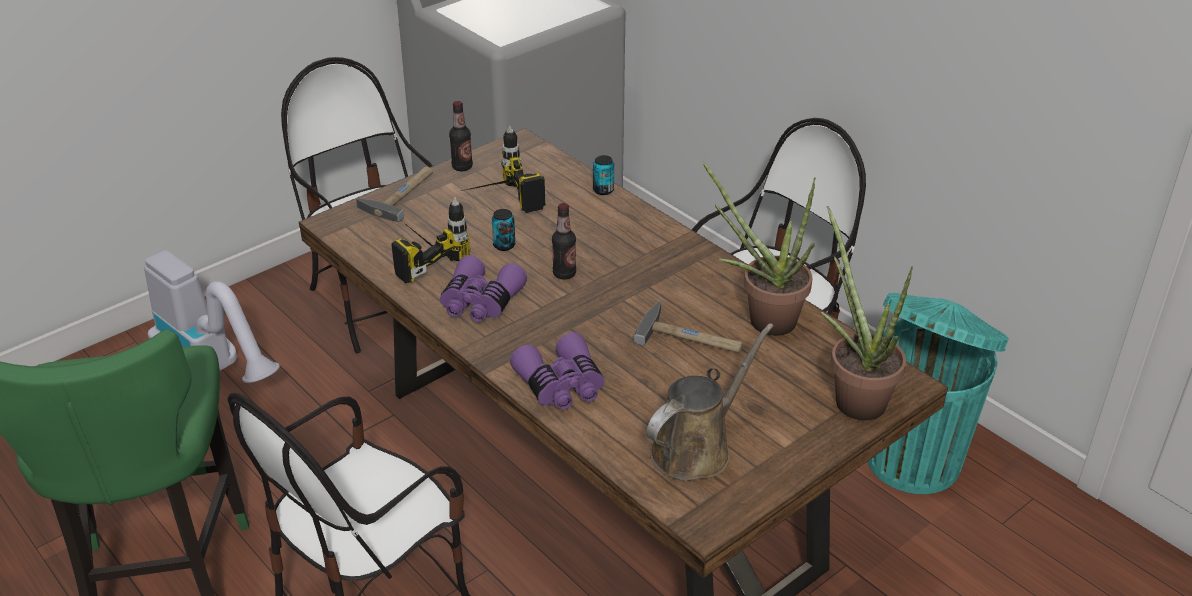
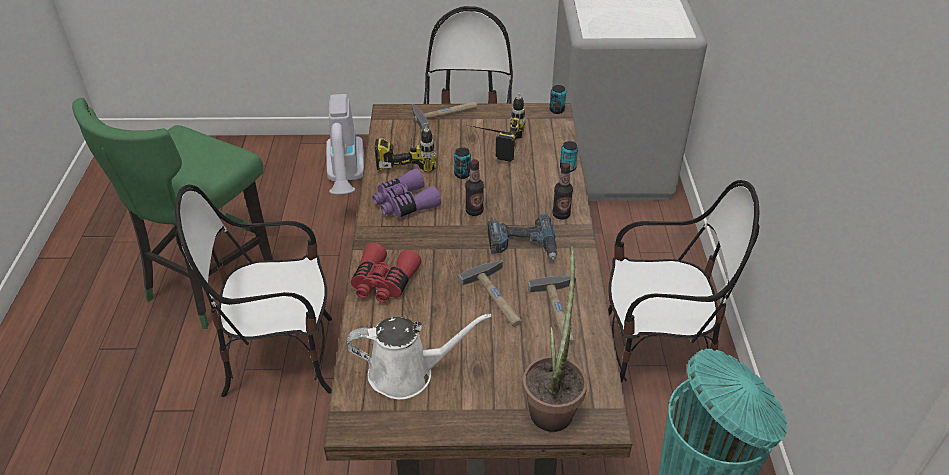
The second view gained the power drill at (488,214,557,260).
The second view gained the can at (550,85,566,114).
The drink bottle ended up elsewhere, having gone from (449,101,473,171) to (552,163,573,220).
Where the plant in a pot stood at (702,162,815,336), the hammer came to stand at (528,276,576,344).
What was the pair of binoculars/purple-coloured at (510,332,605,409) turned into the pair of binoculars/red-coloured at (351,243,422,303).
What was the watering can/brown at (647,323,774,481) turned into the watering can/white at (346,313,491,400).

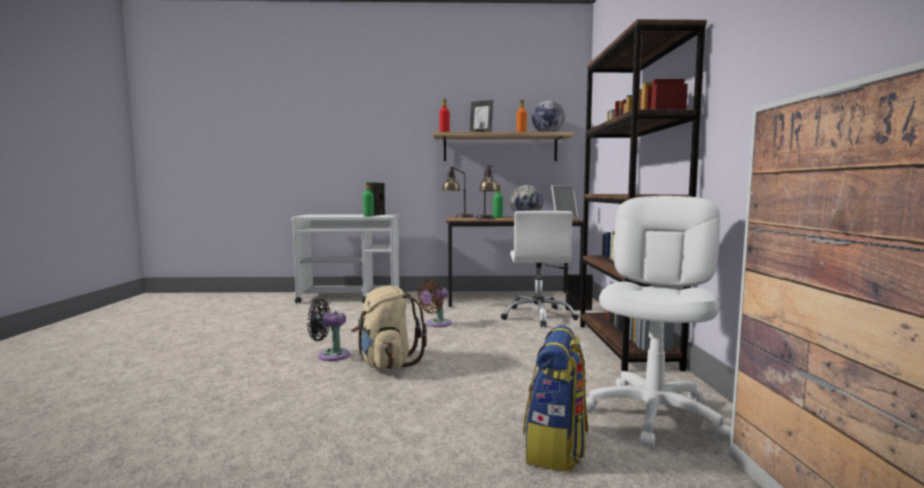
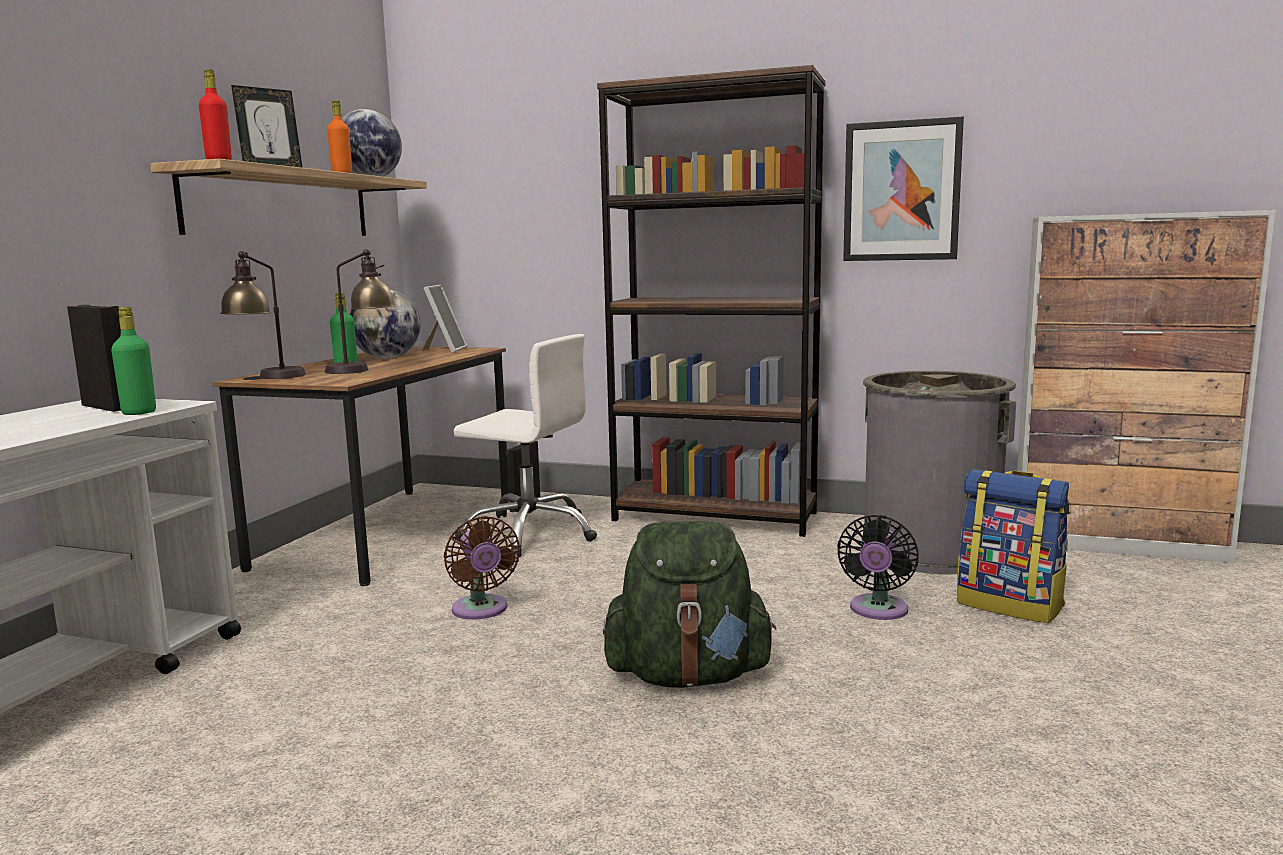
The second view gained the wall picture at (843,116,964,261).
The fan/black-coloured ended up elsewhere, having gone from (307,299,350,361) to (837,515,919,620).
Where the computer chair/white stood at (586,196,731,447), the rubbish bin/grey came to stand at (862,371,1016,574).
What was the knapsack/beige-coloured at (351,286,427,370) turned into the knapsack/greenish at (603,521,776,688).

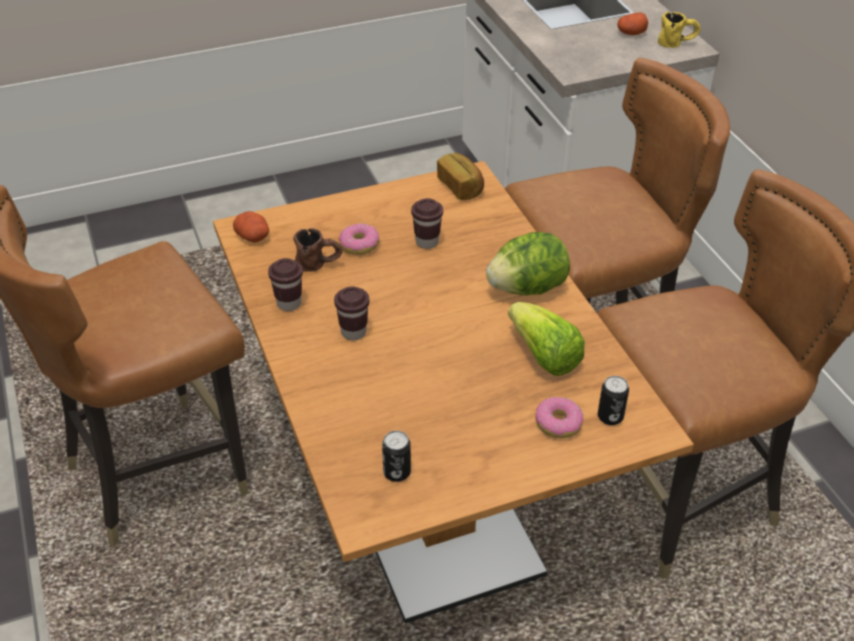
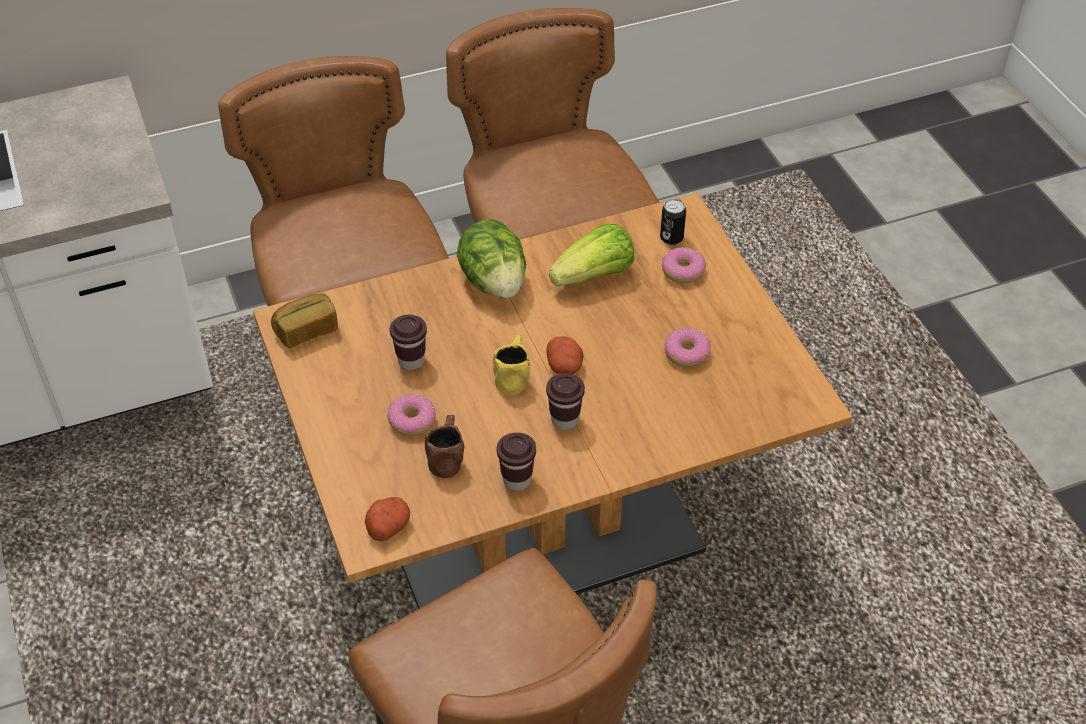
The second view lost the can at (382,431,411,482).
The second view gained the donut at (665,328,711,367).
The spud ended up elsewhere, having gone from (618,12,648,35) to (546,336,584,374).
The coffee mug/yellow-coloured ended up elsewhere, having gone from (658,12,701,48) to (493,335,530,395).

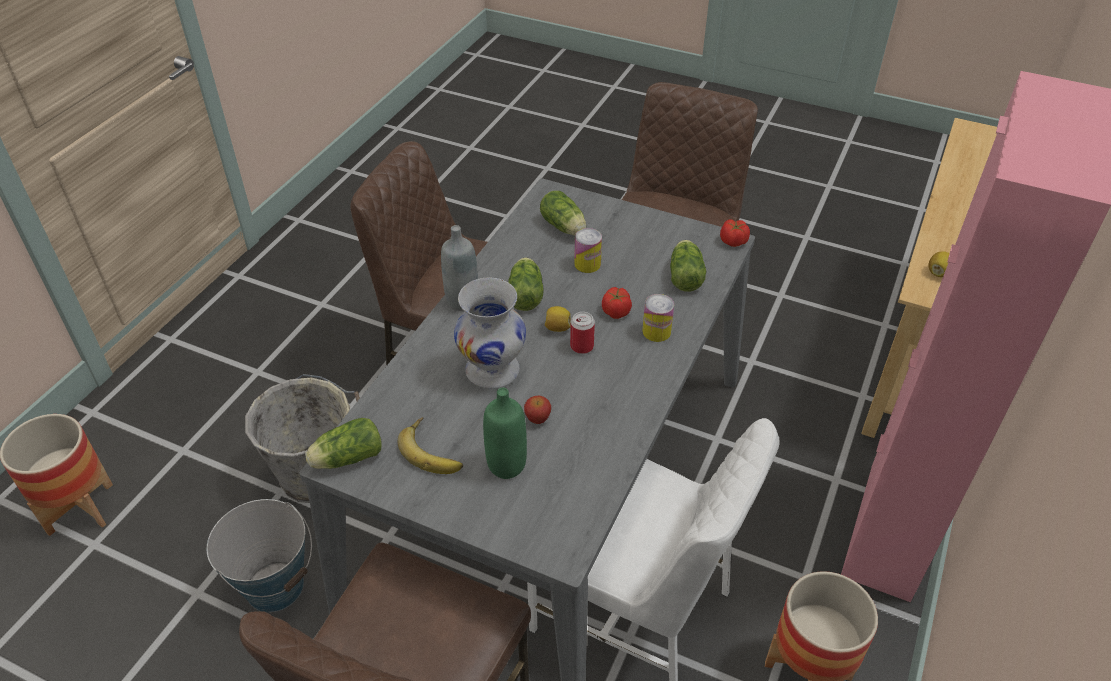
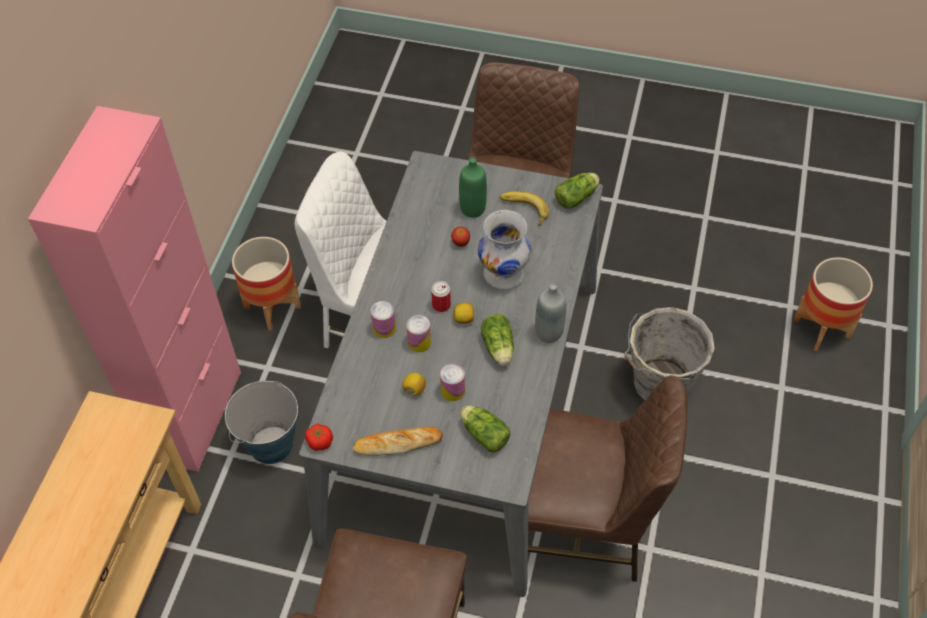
The second view lost the lettuce at (670,240,706,292).
The second view gained the bread at (353,427,443,456).
The bucket ended up elsewhere, having gone from (207,499,312,612) to (225,381,298,464).
The whole lemon ended up elsewhere, having gone from (928,251,950,277) to (402,373,426,396).
Where the whole tomato stood at (602,287,632,319), the can came to stand at (406,315,431,352).

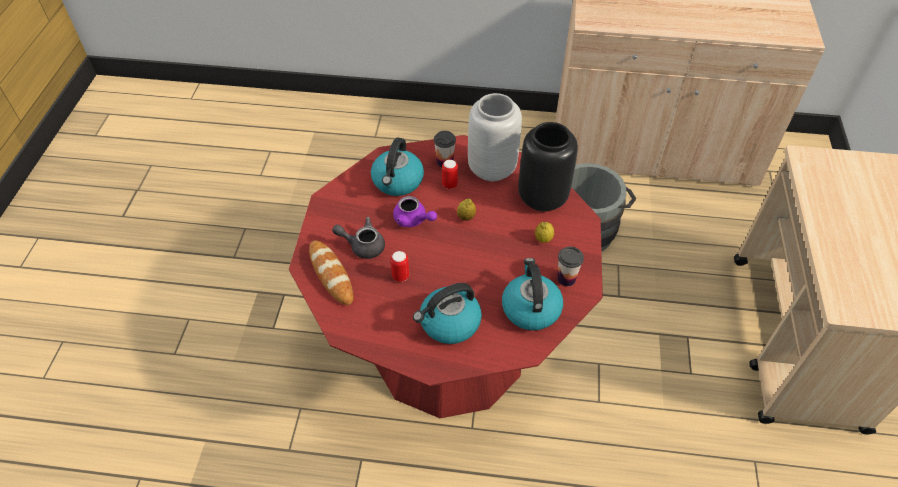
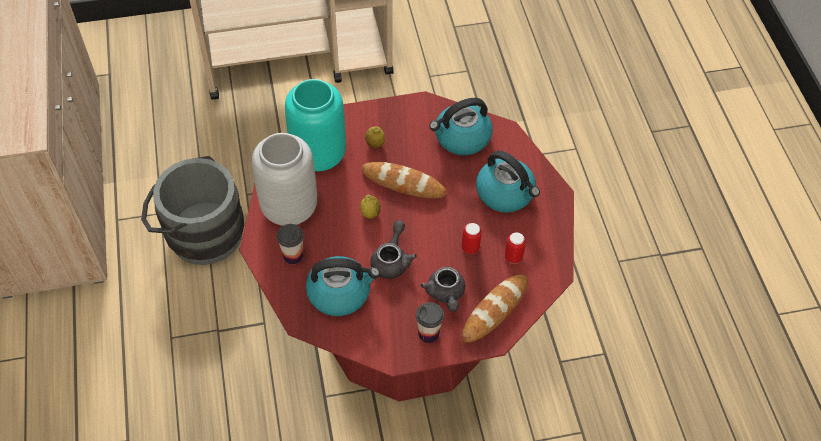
The second view gained the bread at (361,162,447,198).
The can ended up elsewhere, having gone from (442,160,458,189) to (505,232,526,264).
The cup ended up elsewhere, having gone from (557,246,584,286) to (416,302,444,343).
What was the pot for tea/purple-coloured at (393,196,437,227) turned into the pot for tea/grey at (371,220,417,279).
What was the flower vase/black-coloured at (518,122,578,211) turned into the flower vase/turquoise at (285,79,346,171).

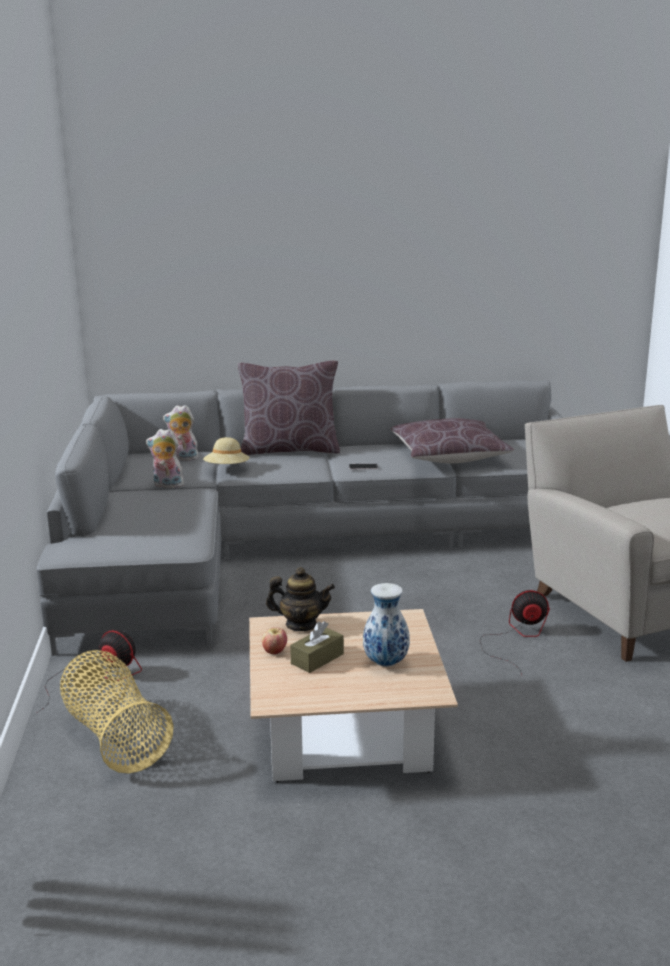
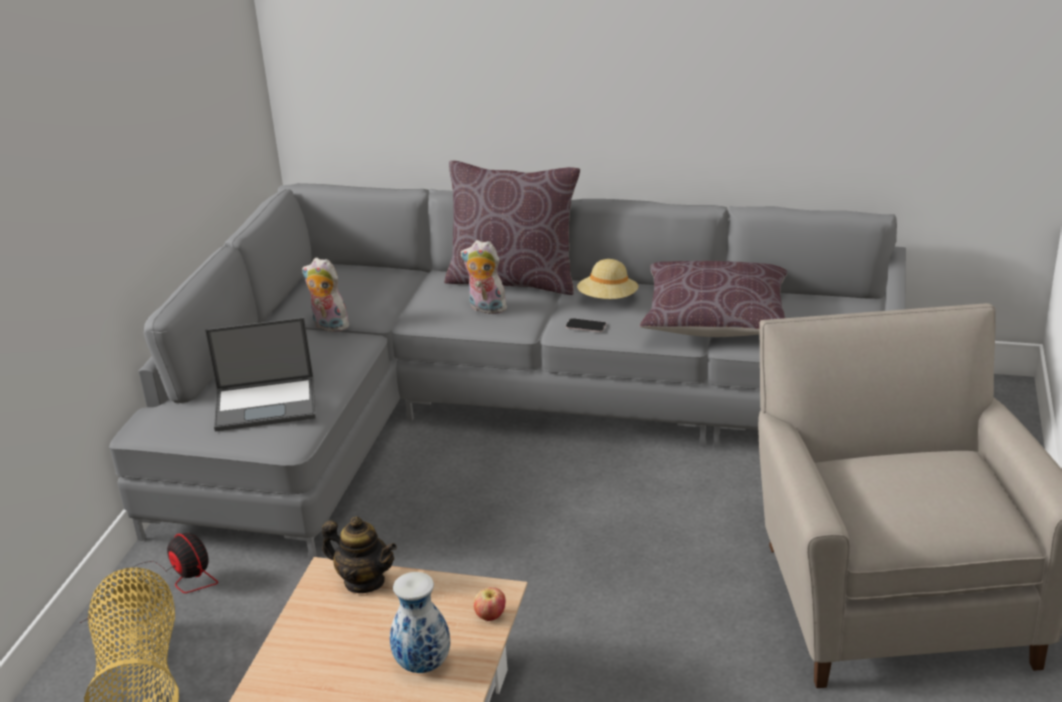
The second view lost the box of tissues/brown at (290,621,344,673).
The second view lost the fan at (480,590,550,675).
The second view gained the portable computer at (205,317,316,432).
The cuddly toy ended up elsewhere, having gone from (163,405,199,461) to (461,240,509,314).
The hat/beige-coloured ended up elsewhere, having gone from (203,437,250,464) to (577,259,638,299).
The apple ended up elsewhere, having gone from (262,627,287,654) to (474,587,506,621).

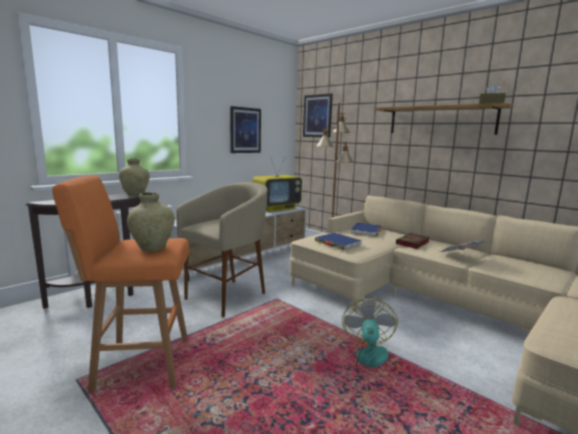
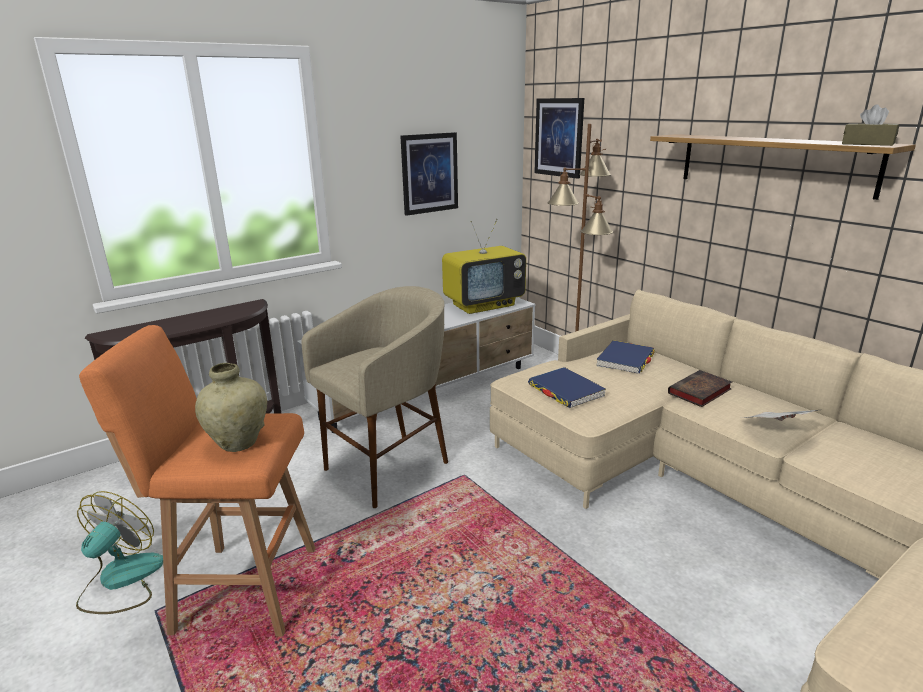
The second view lost the flower vase/beige-coloured at (119,158,150,195).
The fan ended up elsewhere, having gone from (342,298,398,380) to (76,491,163,614).

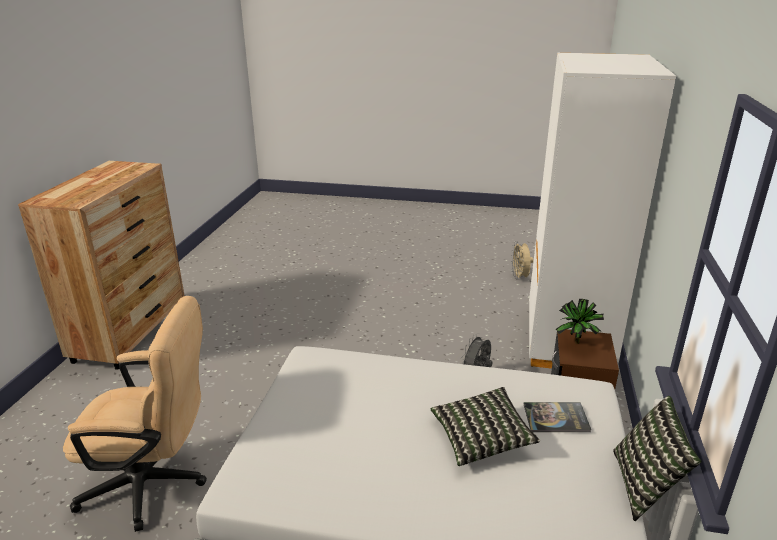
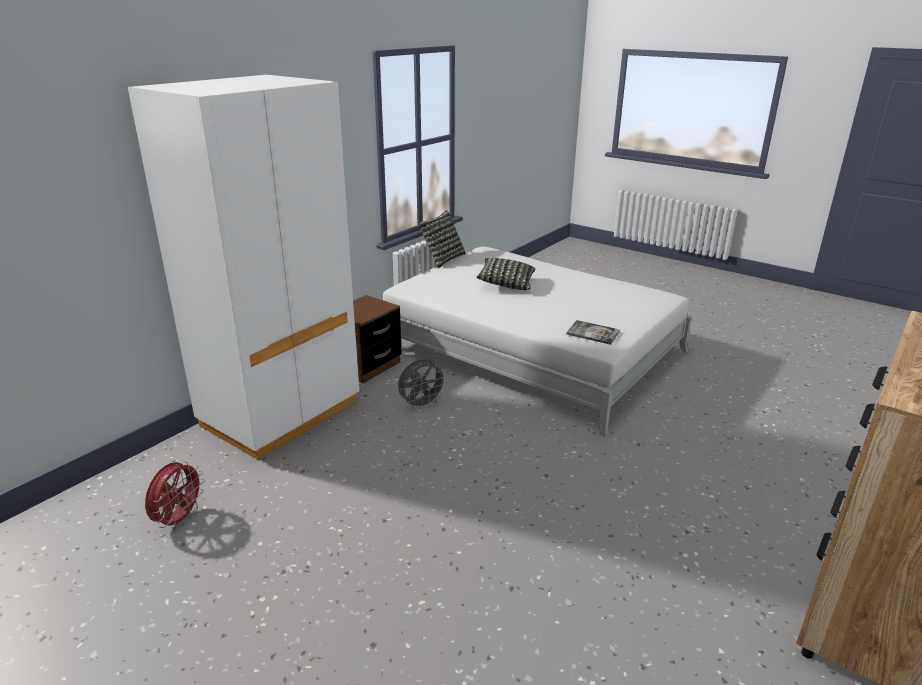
The second view lost the computer chair/beige-coloured at (63,296,207,532).
The second view lost the plant in a pot at (556,299,604,344).
The volume ended up elsewhere, having gone from (524,402,591,432) to (566,320,620,345).
What was the fan/beige-coloured at (510,241,534,279) turned into the fan/red-coloured at (145,461,205,530).

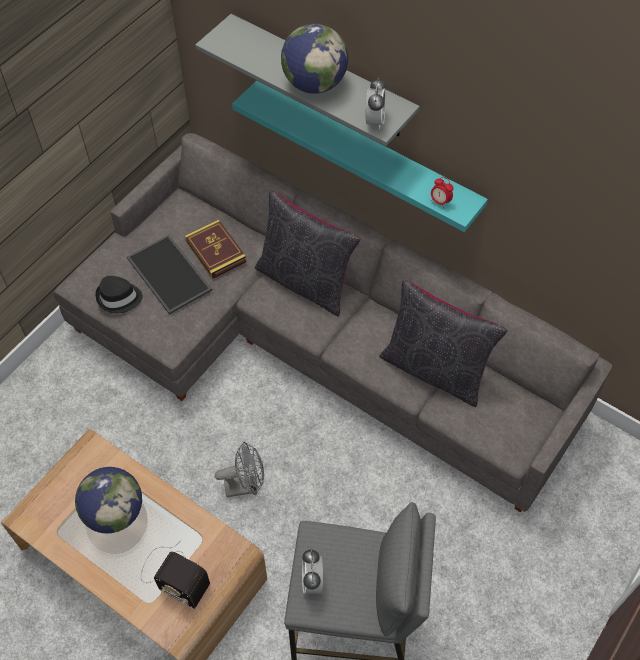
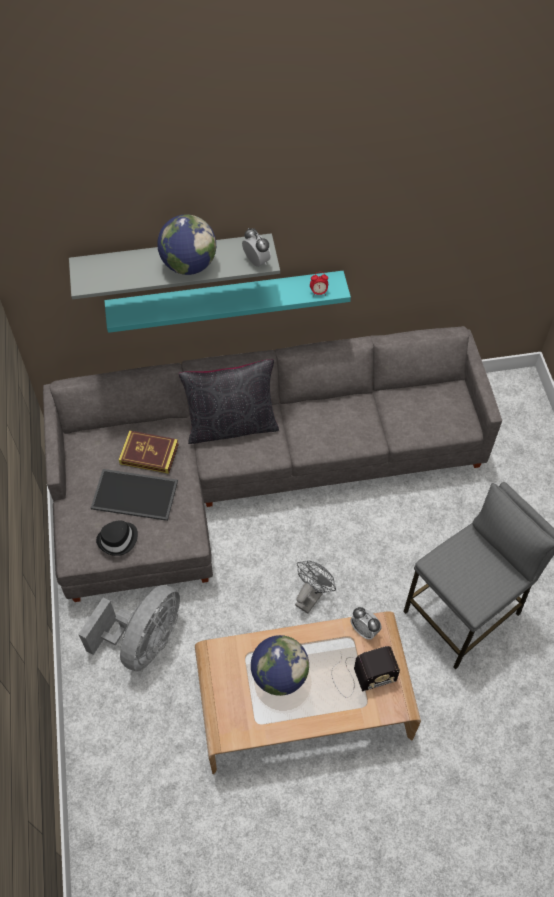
The second view lost the pillow/black-coloured at (379,280,508,407).
The second view gained the fan/grey at (78,585,180,672).
The table clock ended up elsewhere, having gone from (302,550,323,594) to (350,607,382,640).

